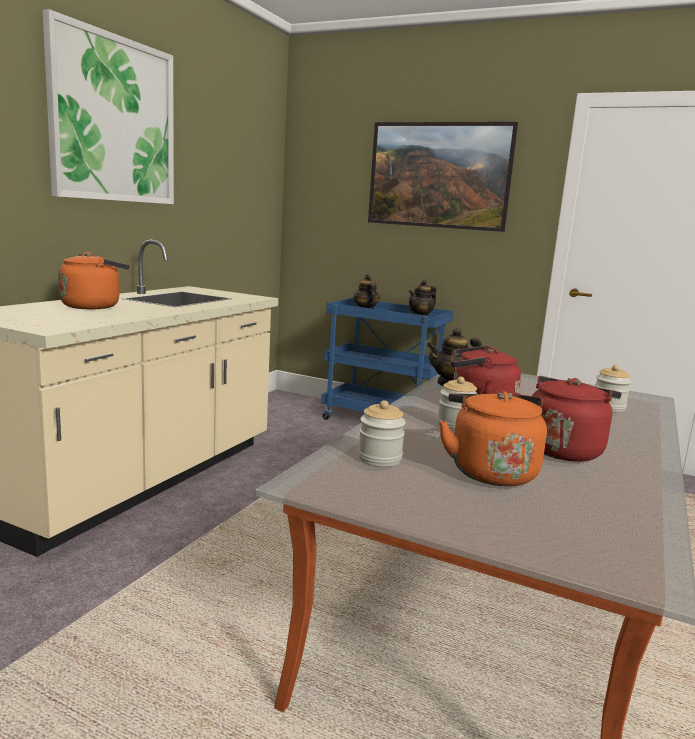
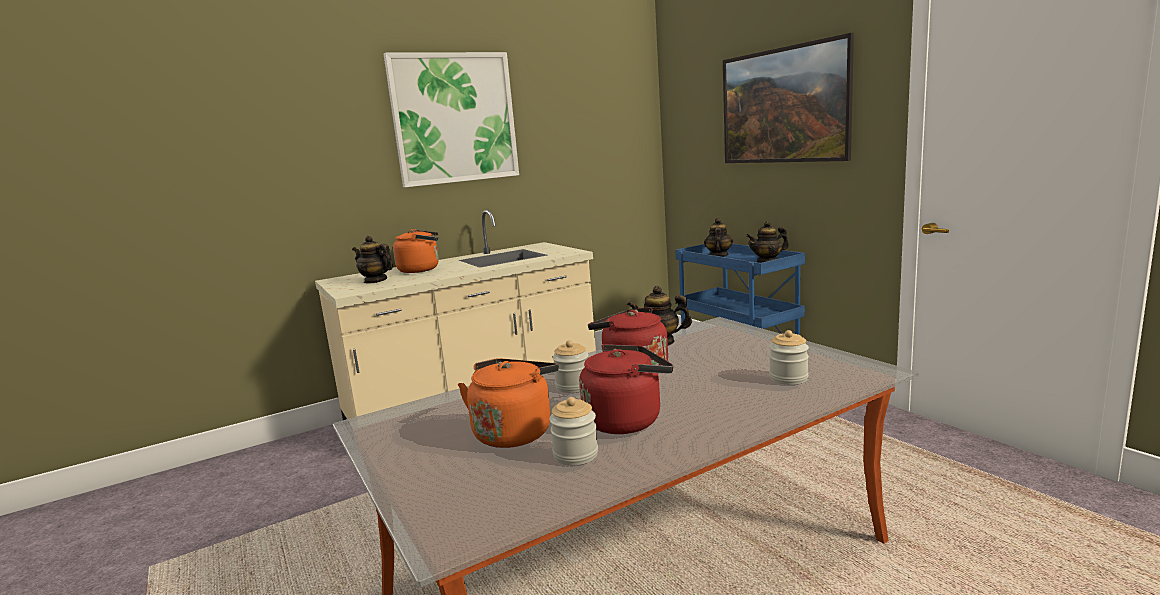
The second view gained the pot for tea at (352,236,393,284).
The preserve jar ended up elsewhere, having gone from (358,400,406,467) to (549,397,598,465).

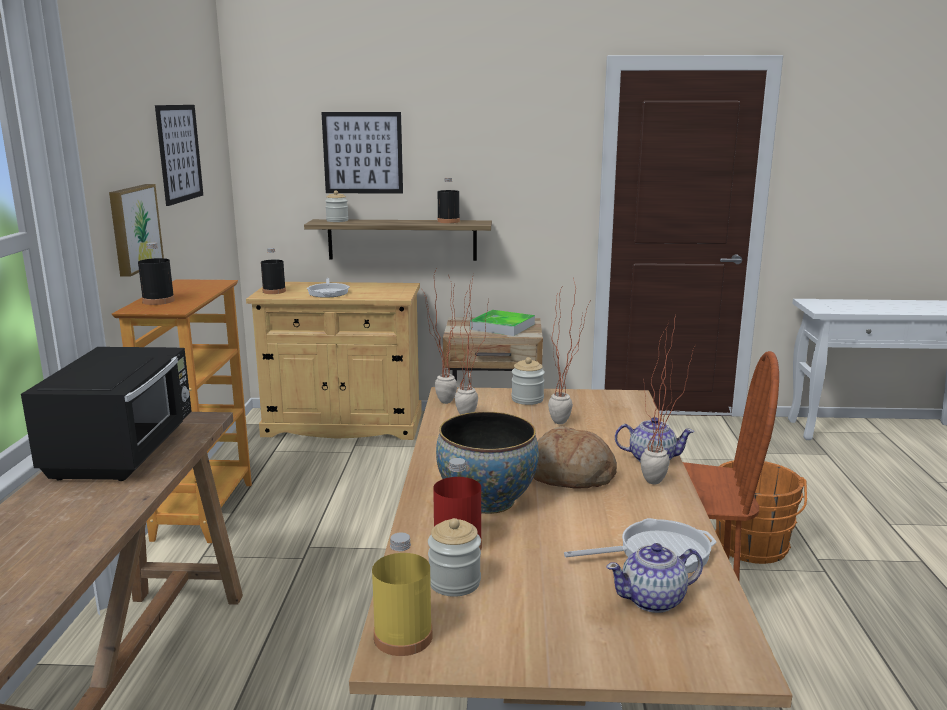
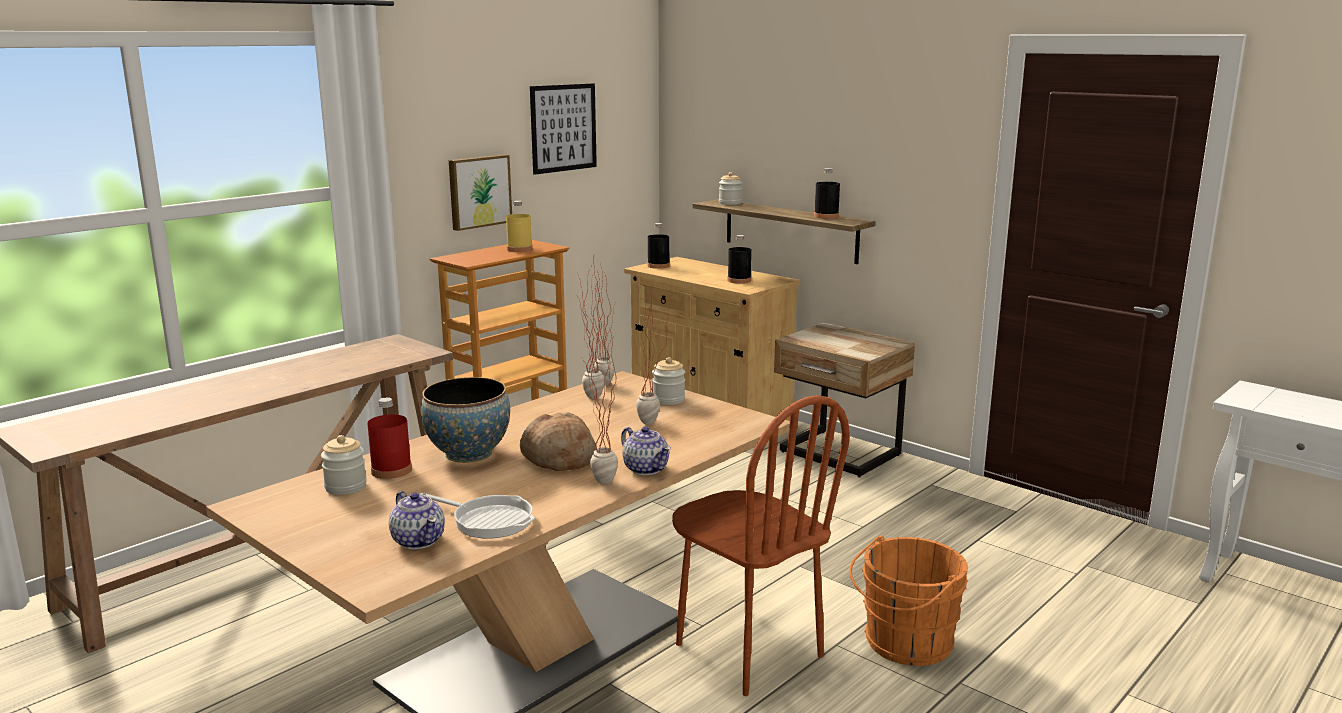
The second view lost the microwave/black-coloured at (21,347,192,481).
The second view lost the skillet at (306,278,350,298).
The second view lost the wall picture at (321,112,403,194).
The second view lost the carrying tray at (470,310,535,336).
The drink bottle/black-coloured ended up elsewhere, having gone from (138,243,175,305) to (728,235,752,284).
The drink bottle/yellow-coloured ended up elsewhere, having gone from (372,533,433,656) to (506,201,532,252).
The pot for tea at (606,543,703,613) ended up facing another way, 150 degrees counterclockwise from before.

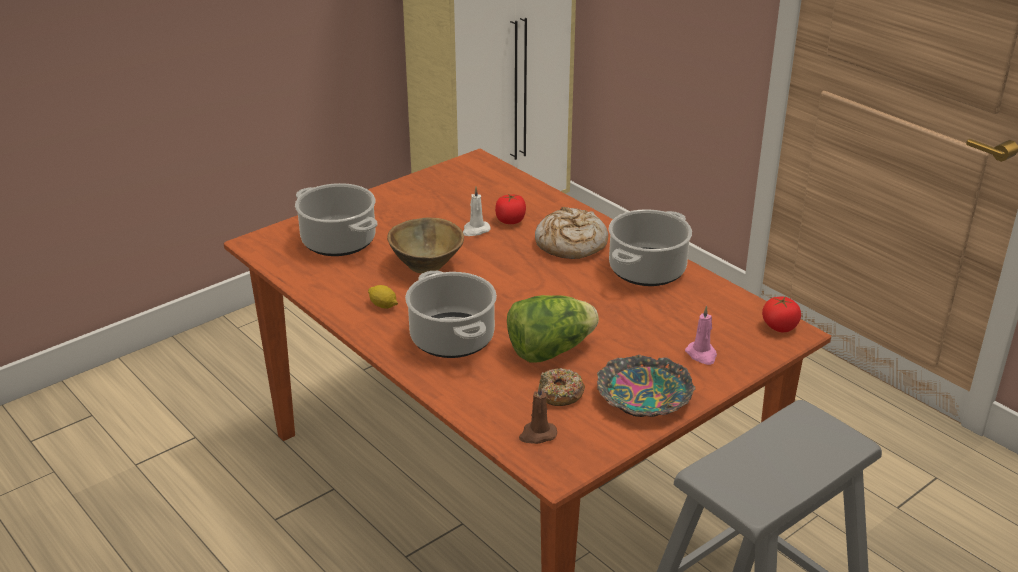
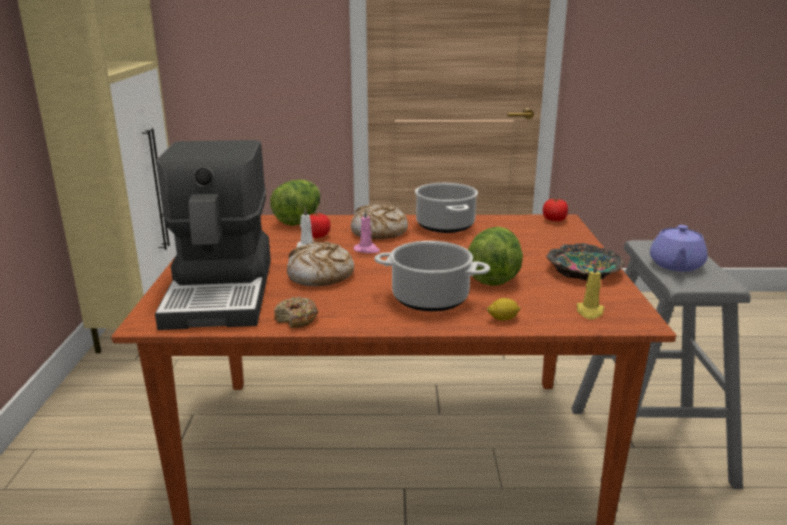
The second view gained the lettuce at (270,180,321,226).
The second view gained the pot for tea/purple-coloured at (650,225,708,272).
The whole lemon ended up elsewhere, having gone from (368,285,398,309) to (487,298,521,321).
The donut ended up elsewhere, having gone from (540,368,585,406) to (274,297,318,328).
The candle/pink-coloured ended up elsewhere, having gone from (685,306,717,365) to (354,209,380,253).
Where the cooking pot stood at (295,183,377,256), the coffee brewer came to stand at (155,140,271,330).
Where the bowl/brown stood at (387,217,464,274), the bread came to stand at (287,242,354,286).
What was the candle/brown at (519,384,557,444) turned into the candle/yellow-coloured at (577,262,604,319).

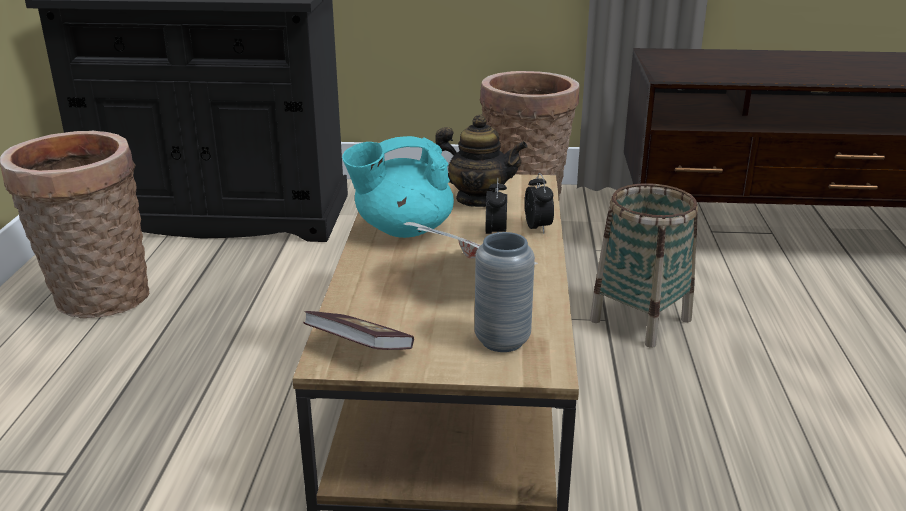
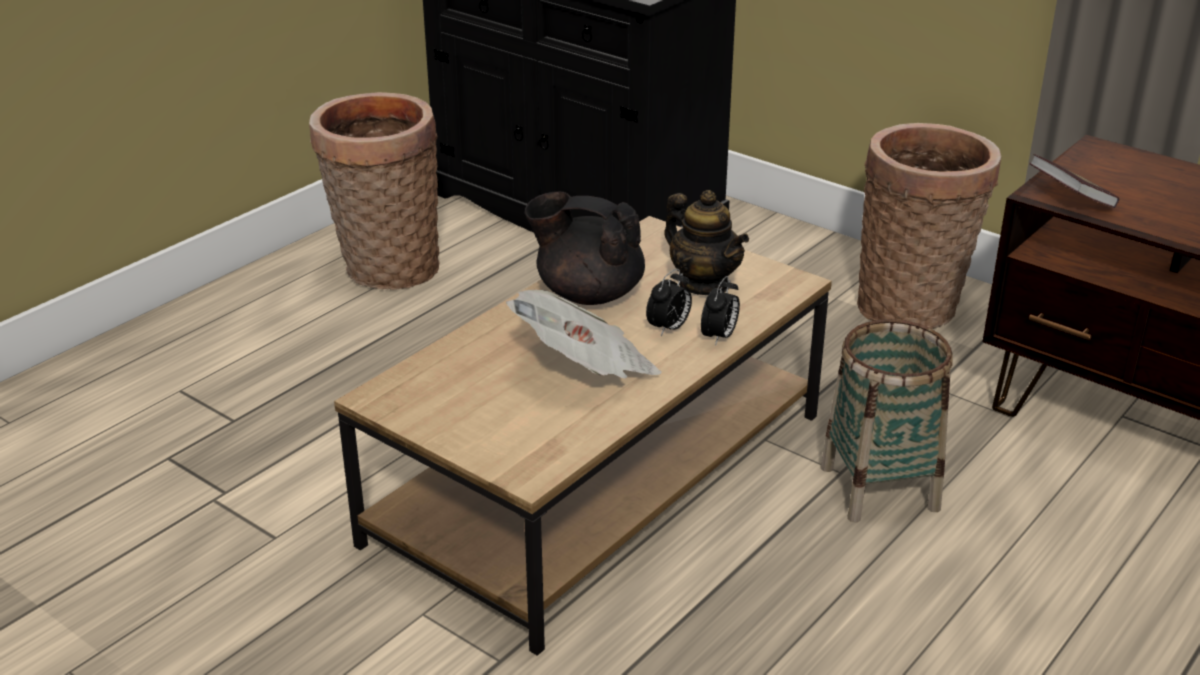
The second view lost the flower vase/grey at (475,232,535,352).
The volume ended up elsewhere, having gone from (303,311,414,350) to (1030,154,1119,208).
What was the pot for tea/turquoise at (342,136,454,238) turned into the pot for tea/black-coloured at (525,192,645,305).

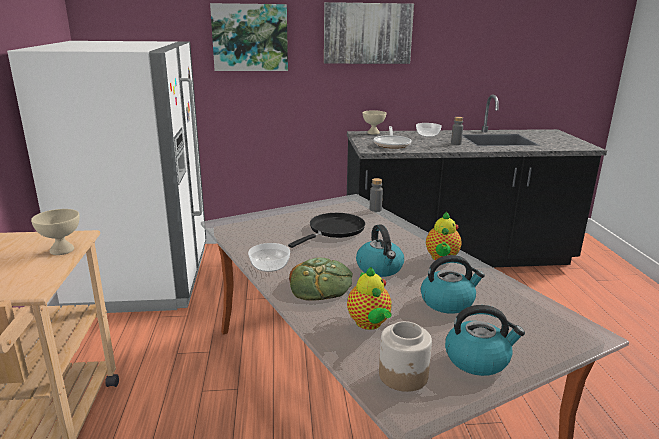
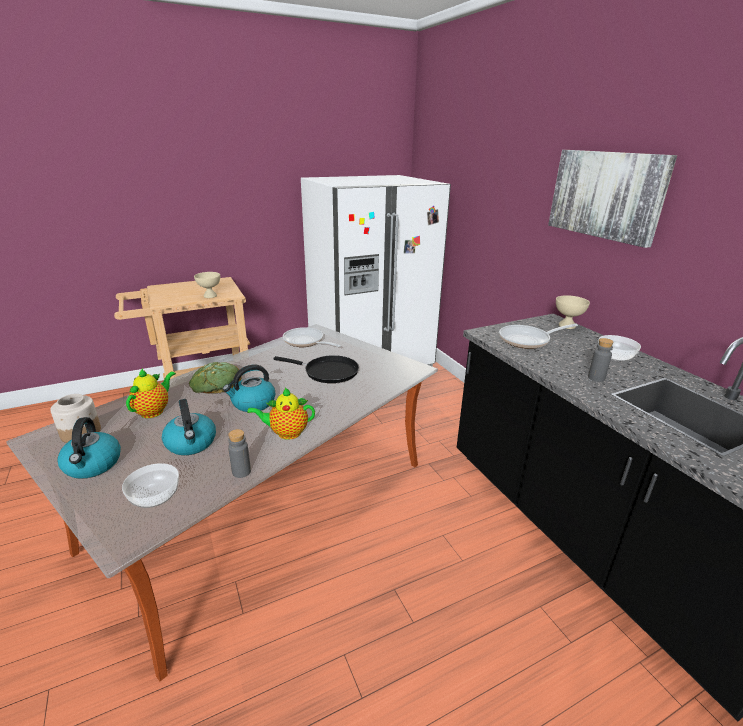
The second view lost the wall picture at (210,3,288,71).
The second view gained the skillet at (283,327,341,347).
The bowl ended up elsewhere, having gone from (248,243,290,272) to (122,463,179,508).
The drink bottle/grey ended up elsewhere, having gone from (370,178,383,212) to (228,429,251,478).
The pot for tea at (347,267,392,330) ended up facing another way, 150 degrees clockwise from before.

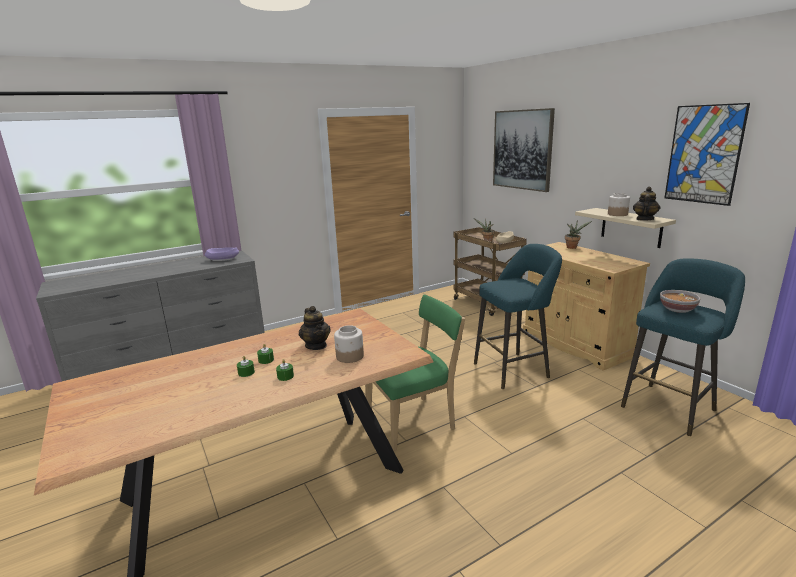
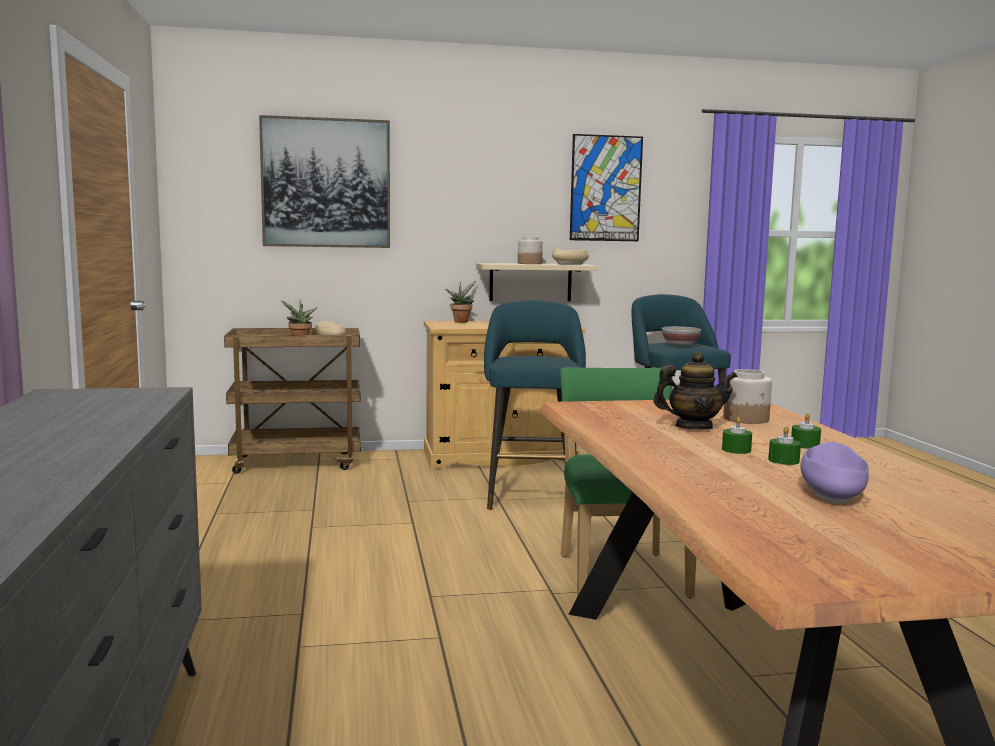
The bowl/purple-coloured ended up elsewhere, having gone from (205,247,239,261) to (800,442,869,504).
Where the pot for tea stood at (633,187,660,221), the bowl/beige-coloured came to stand at (552,248,589,265).

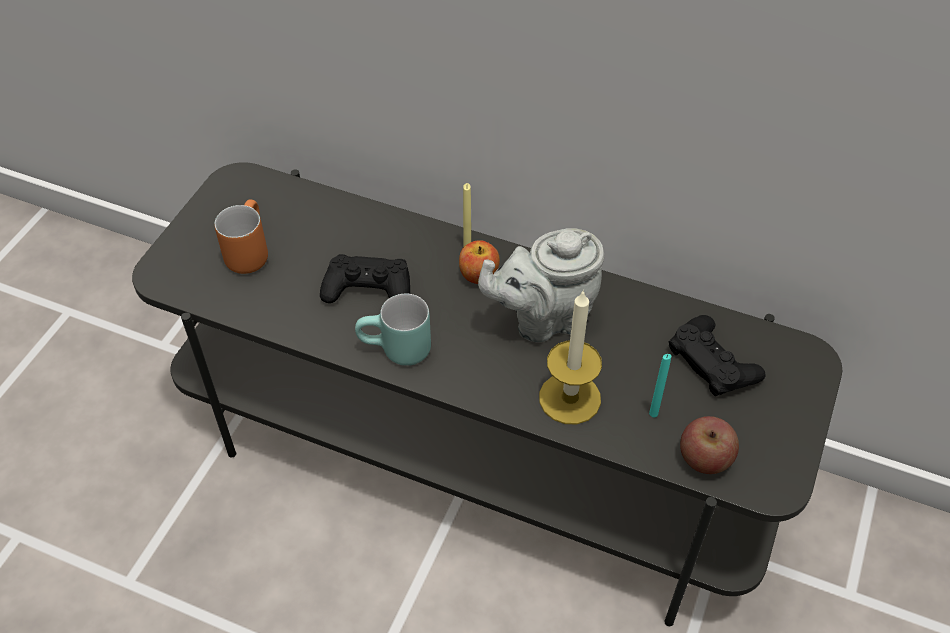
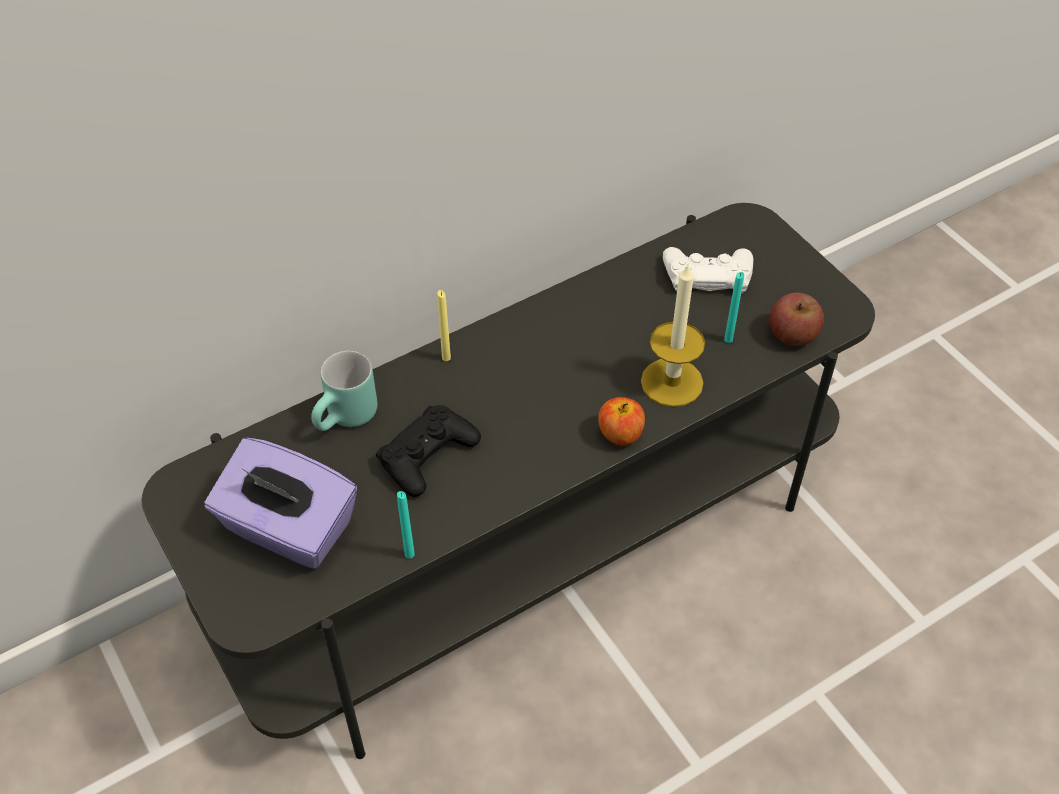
The second view lost the pot for tea/grey at (478,228,604,343).
The second view gained the candle/turquoise at (397,491,415,559).
The coffee mug/turquoise ended up elsewhere, having gone from (355,294,431,366) to (311,351,377,431).
The apple ended up elsewhere, having gone from (459,240,500,284) to (598,397,645,446).
Where the coffee mug/orange stood at (215,199,268,274), the box of tissues/purple-coloured came to stand at (205,437,357,569).
What was the game controller/black-coloured at (668,315,766,396) turned into the game controller/white at (663,247,753,294).

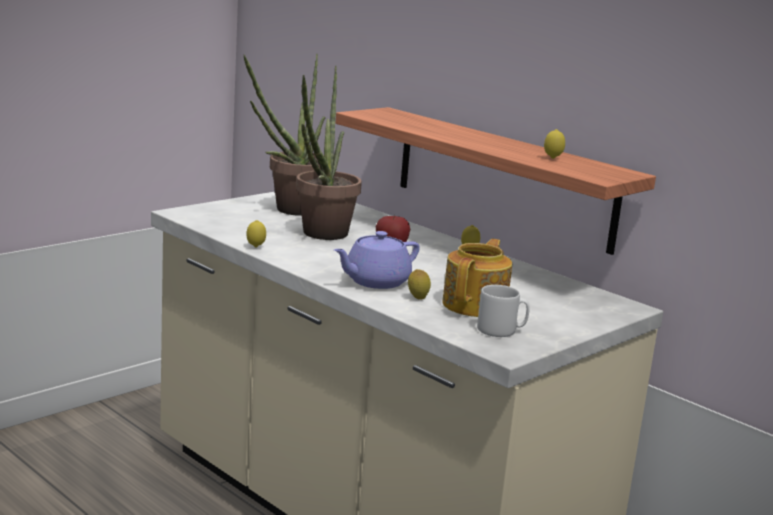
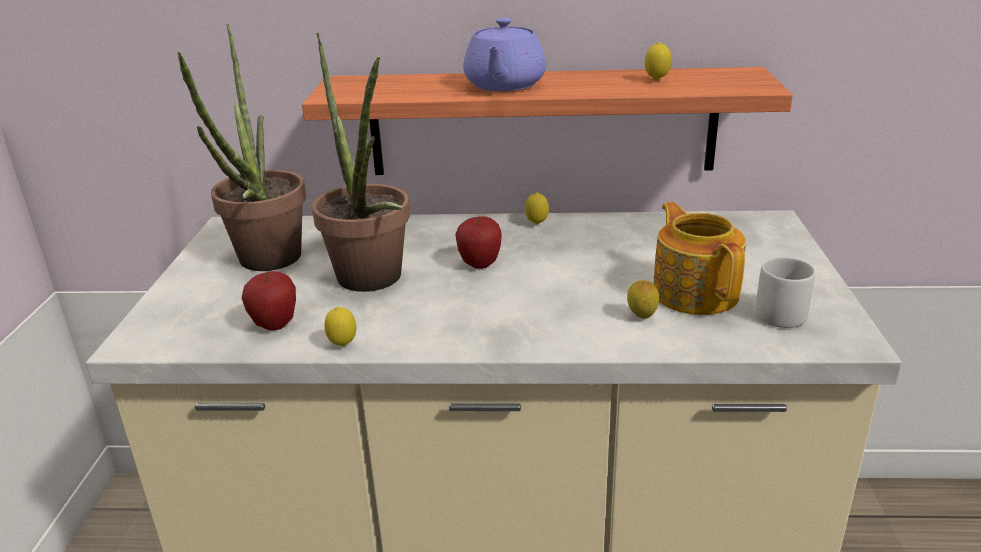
The second view gained the apple at (242,271,296,331).
The pot for tea/purple-coloured ended up elsewhere, having gone from (334,231,420,289) to (463,18,546,91).

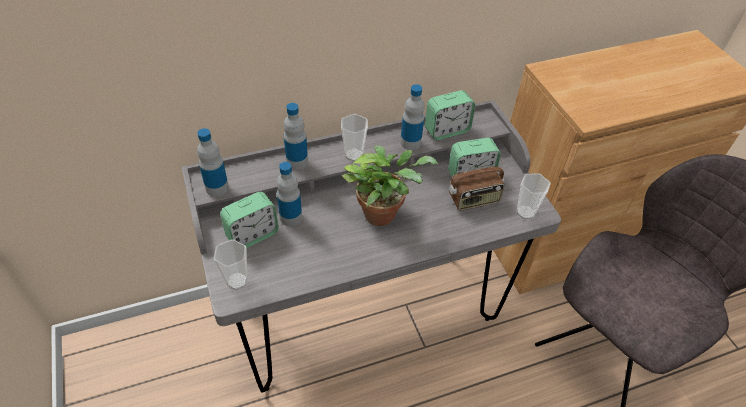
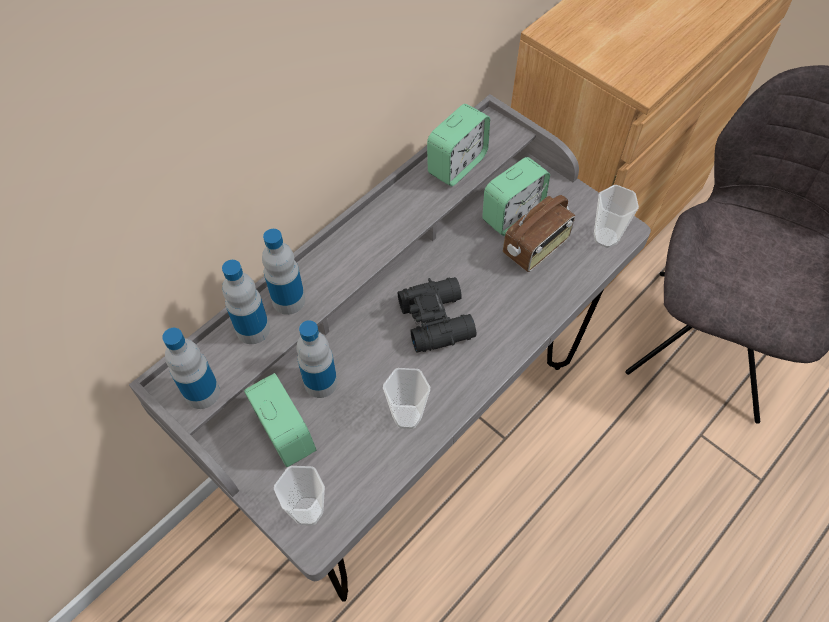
The cup ended up elsewhere, having gone from (341,114,368,161) to (383,368,430,429).
The drink bottle ended up elsewhere, having gone from (400,84,425,150) to (222,260,270,344).
Where the plant in a pot stood at (342,145,438,226), the pair of binoculars/black-coloured came to stand at (398,277,476,353).
The table clock at (220,192,279,248) ended up facing another way, 60 degrees counterclockwise from before.

